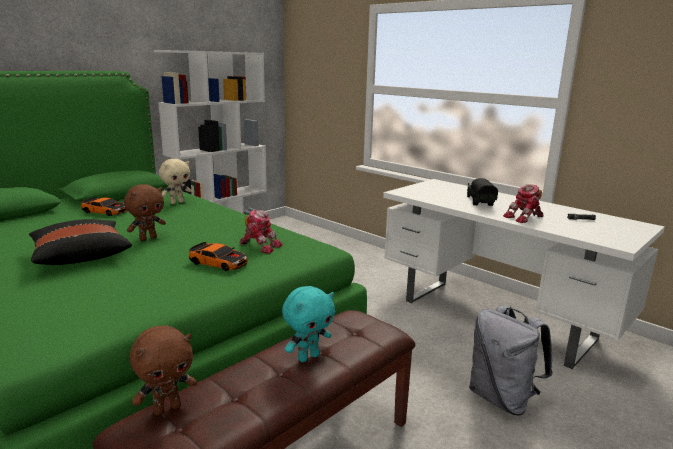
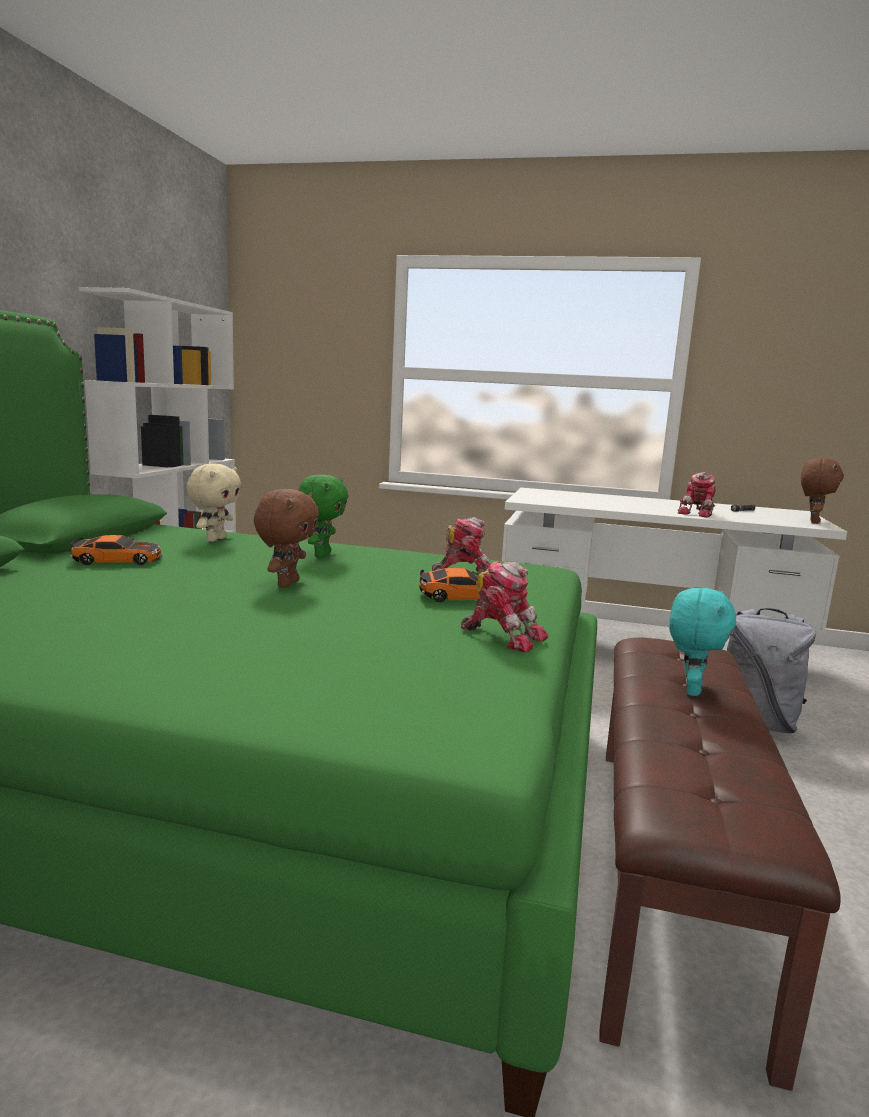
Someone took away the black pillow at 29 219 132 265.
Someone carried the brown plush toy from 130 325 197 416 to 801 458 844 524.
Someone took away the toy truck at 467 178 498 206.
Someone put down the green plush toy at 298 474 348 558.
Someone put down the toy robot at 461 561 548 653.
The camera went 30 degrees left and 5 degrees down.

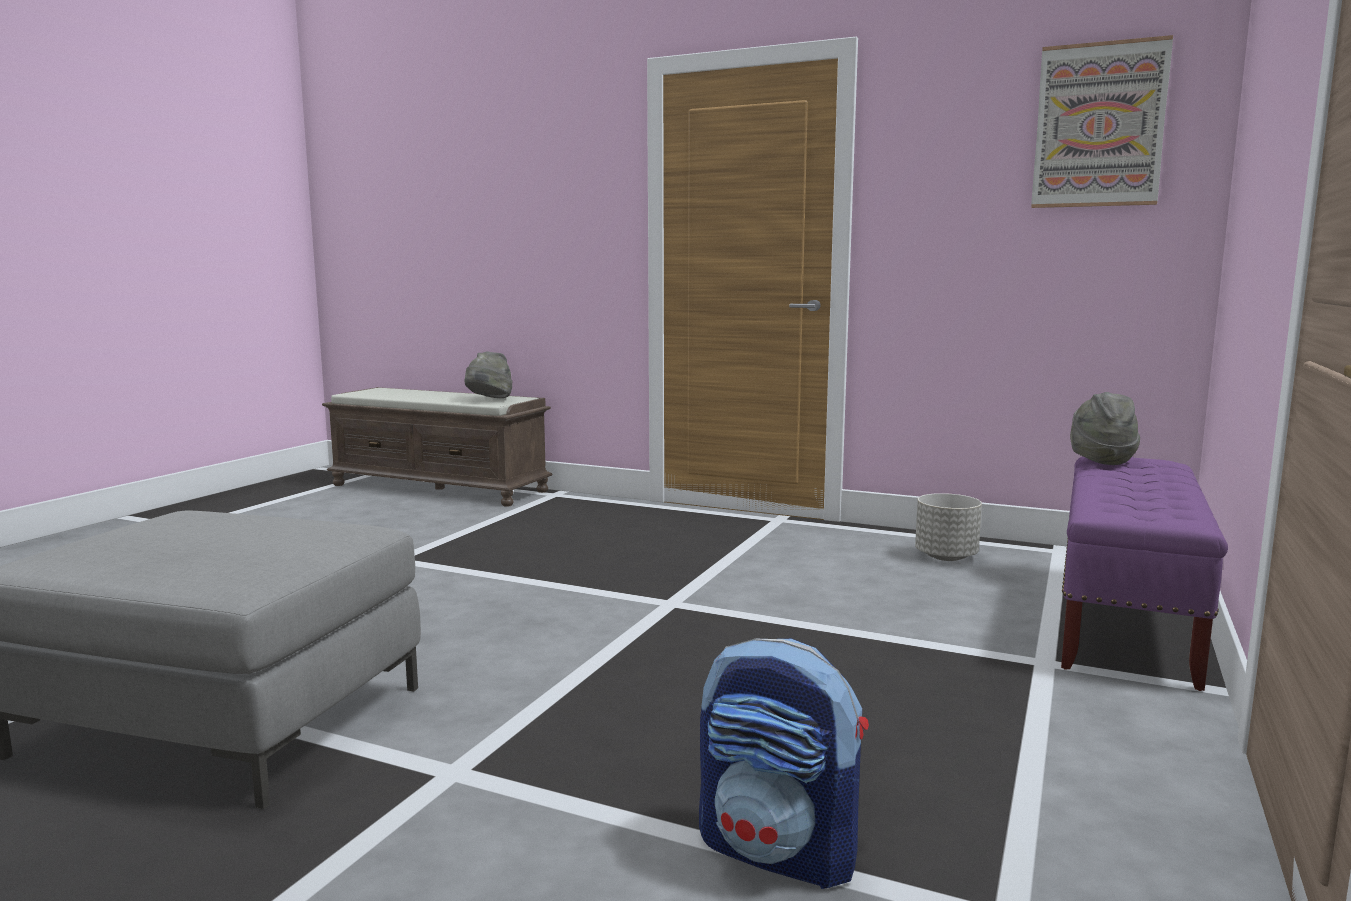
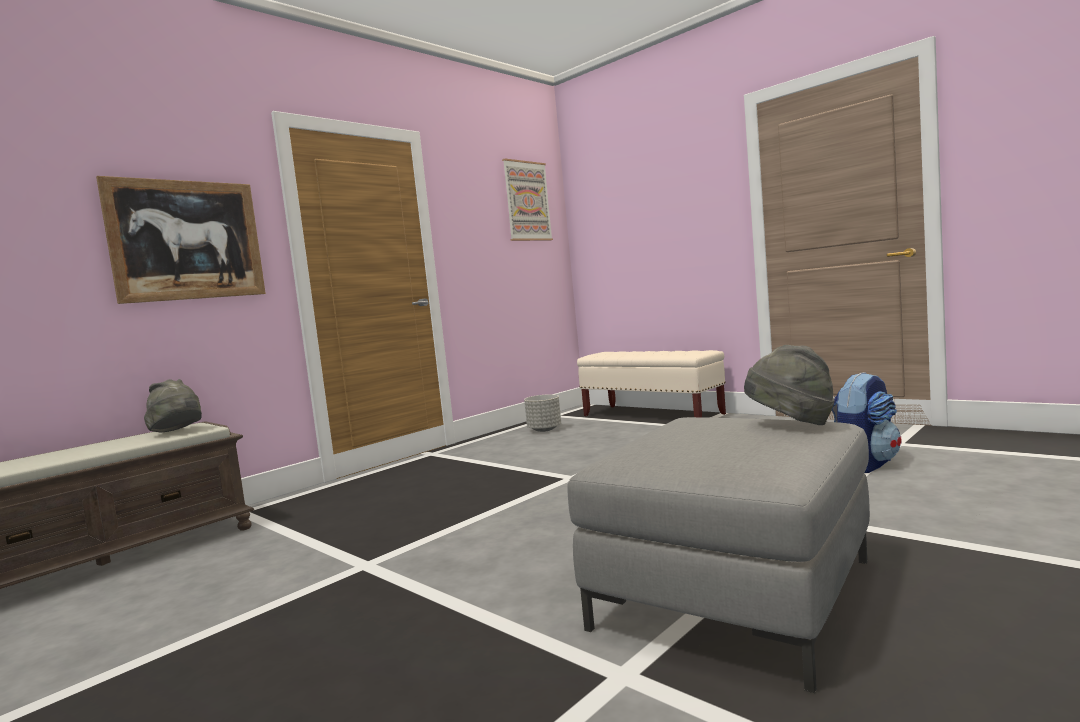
Someone repainted the purple bench at 1061 457 1228 691, which became the beige bench at 577 350 726 417.
Someone carried the grey hat from 1070 392 1140 465 to 744 345 835 425.
Someone put up the picture at 96 176 266 304.
The camera went 70 degrees left and 5 degrees down.

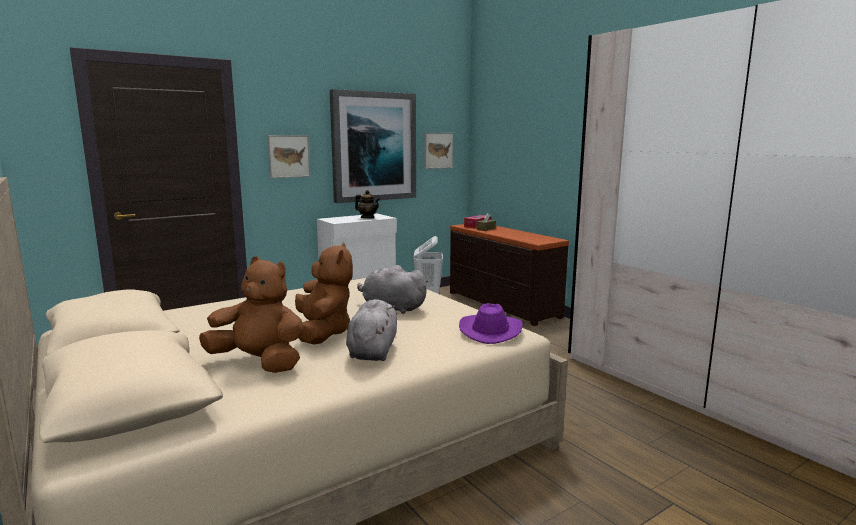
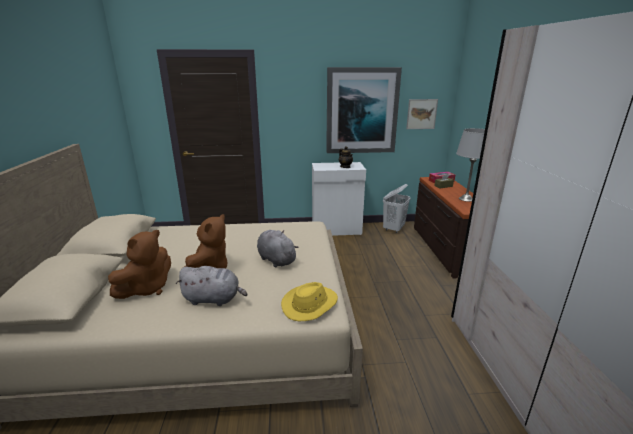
Someone rotated the brown plush toy at 199 256 303 373 by 75 degrees clockwise.
Someone took away the picture at 267 135 311 179.
Someone rotated the grey plush toy at 346 299 397 361 by 60 degrees clockwise.
Someone repainted the purple hat at 459 303 523 344, which became the yellow hat at 281 282 338 321.
Someone put down the grey table lamp at 456 128 485 202.
The camera went 30 degrees right and 10 degrees up.

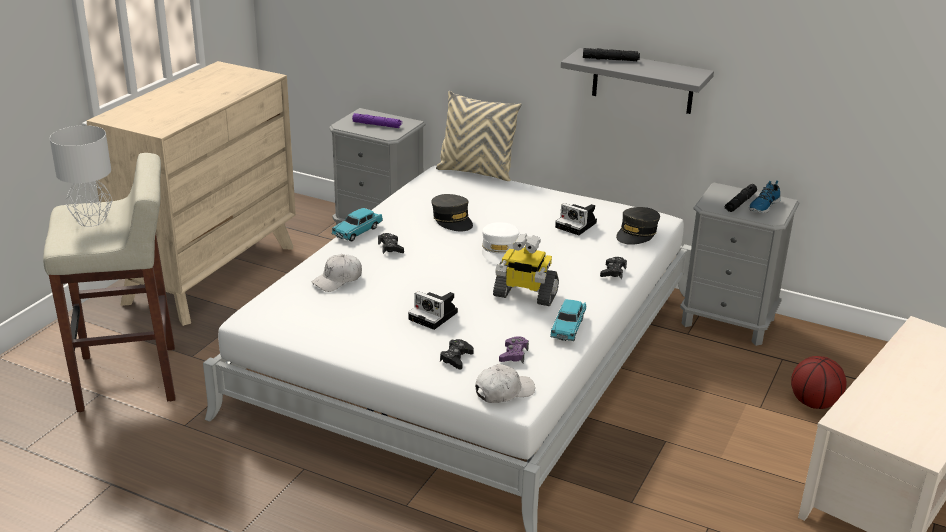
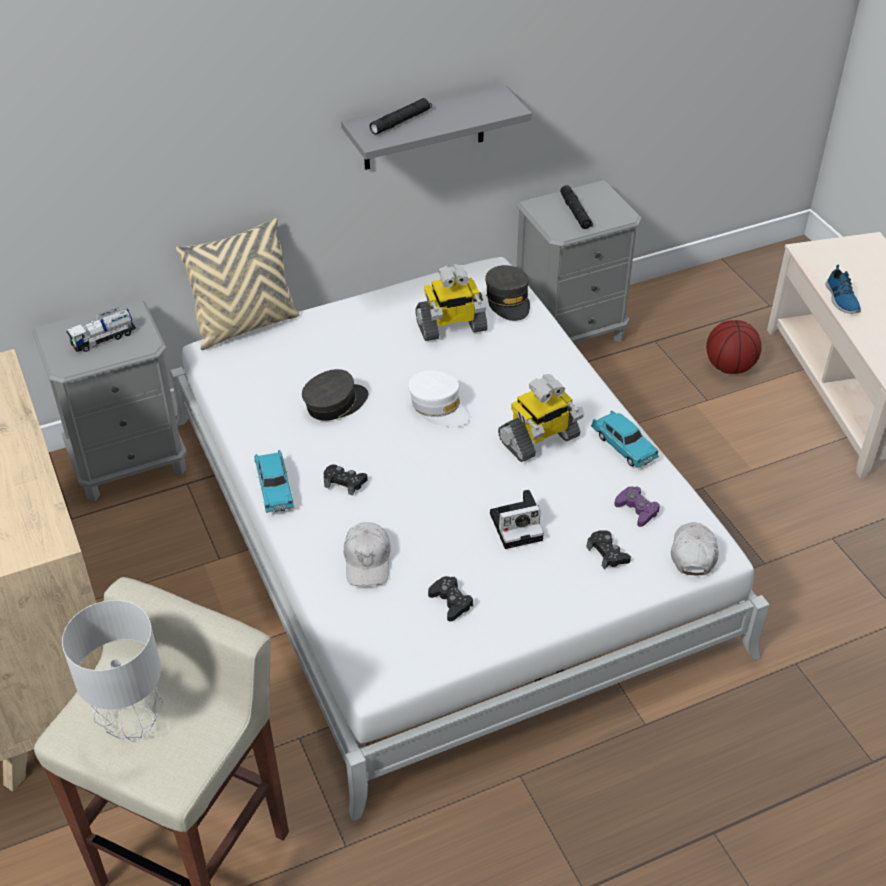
Someone swapped the purple flashlight at 352 113 402 128 for the toy truck at 66 307 136 352.
Someone rotated the grey cap at 432 194 473 232 by 45 degrees counterclockwise.
Someone swapped the photo camera at 555 203 597 235 for the toy robot at 416 264 488 341.
Someone carried the black game controller from 600 257 627 279 to 428 576 473 621.
Someone carried the shoe from 749 180 780 213 to 825 264 861 314.
The camera went 50 degrees left and 15 degrees up.

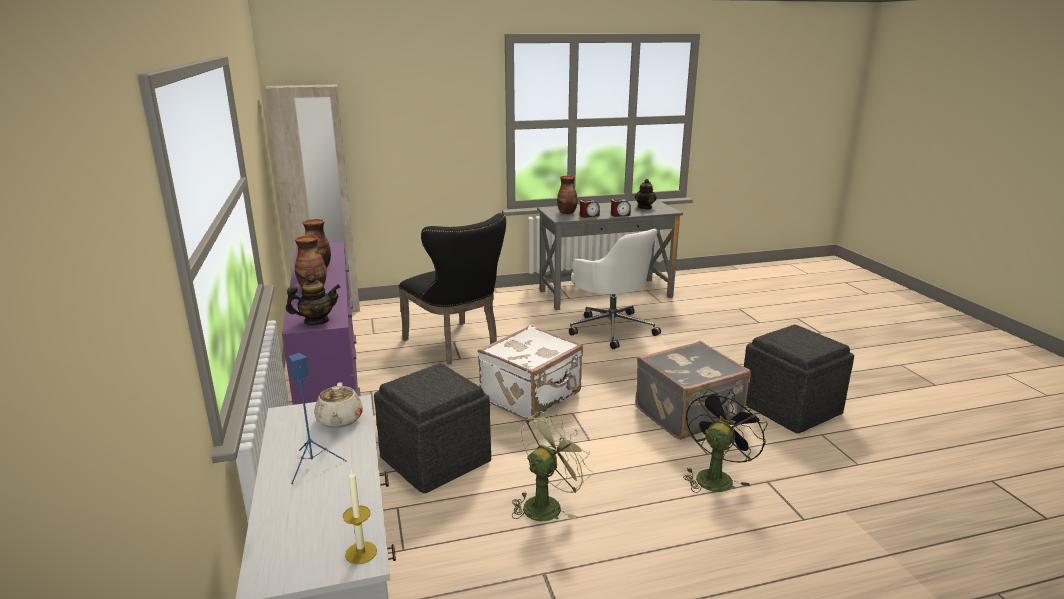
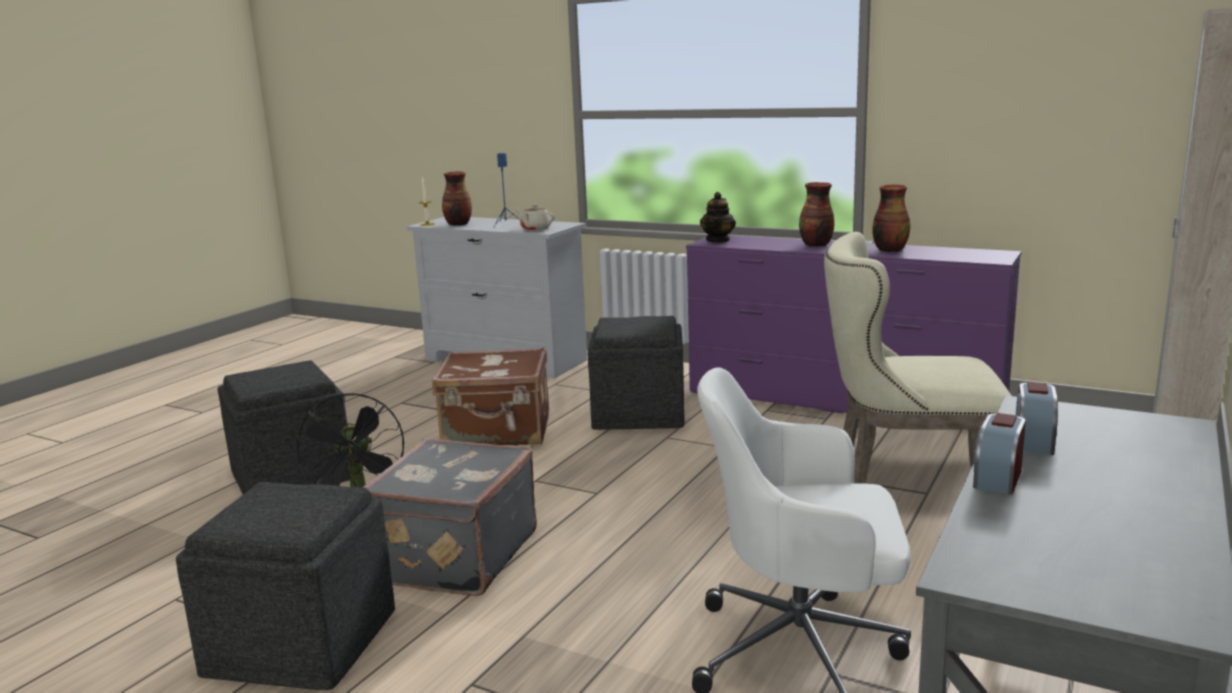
Someone repainted the black chair at 399 213 506 365, which became the beige chair at 824 232 1012 484.
Someone took away the white suitcase at 478 325 583 421.
Someone swapped the green fan at 512 411 592 521 for the brown suitcase at 432 347 549 445.
Someone carried the vase from 557 176 578 214 to 442 172 472 226.
Someone took away the teapot at 635 179 657 209.
Someone put down the grey ottoman at 218 360 350 494.
The camera went 135 degrees right and 5 degrees down.

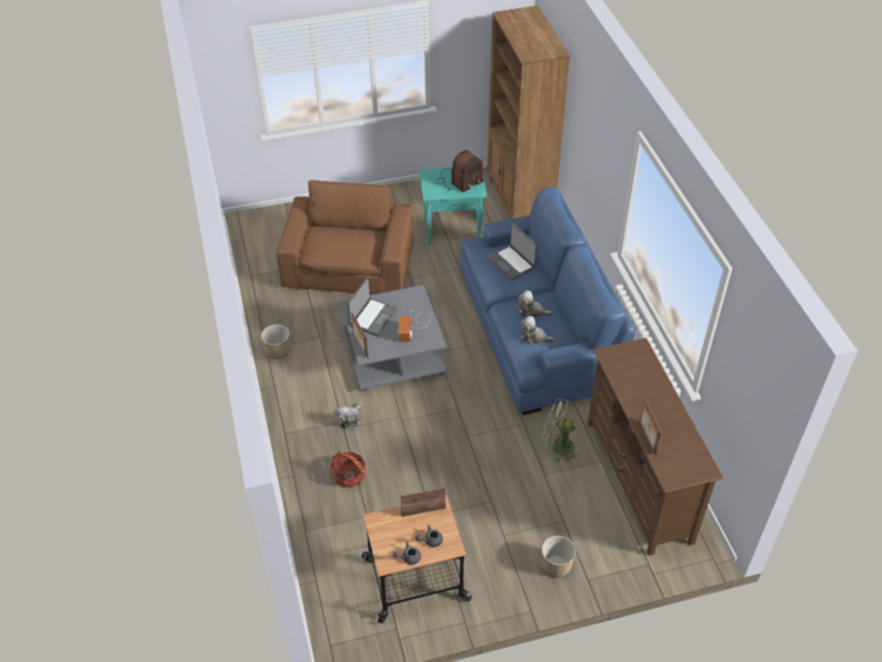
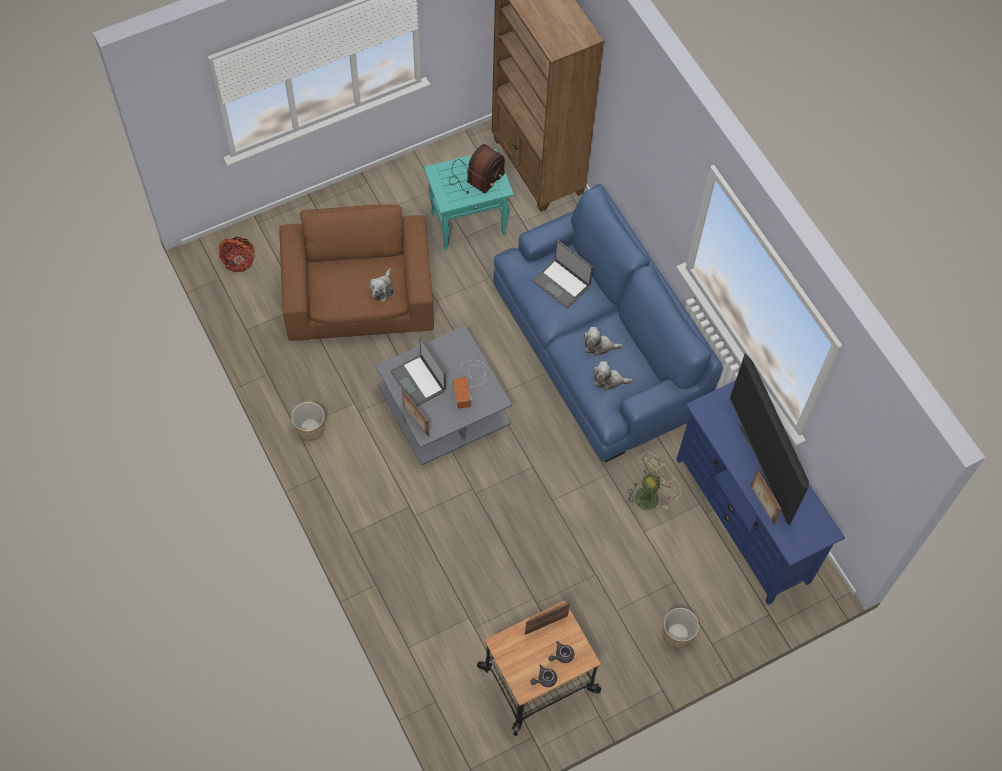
Someone carried the basket from 330 451 366 488 to 219 237 254 272.
Someone carried the plush toy from 337 402 362 431 to 370 268 394 302.
Someone rotated the laptop at 347 277 397 336 by 135 degrees clockwise.
Someone rotated the green fan at 541 398 580 462 by 135 degrees clockwise.
Someone repainted the brown tv stand at 587 338 724 556, which became the blue tv stand at 676 380 845 605.
Someone put down the television at 730 354 809 525.
The camera went 15 degrees left and 15 degrees up.

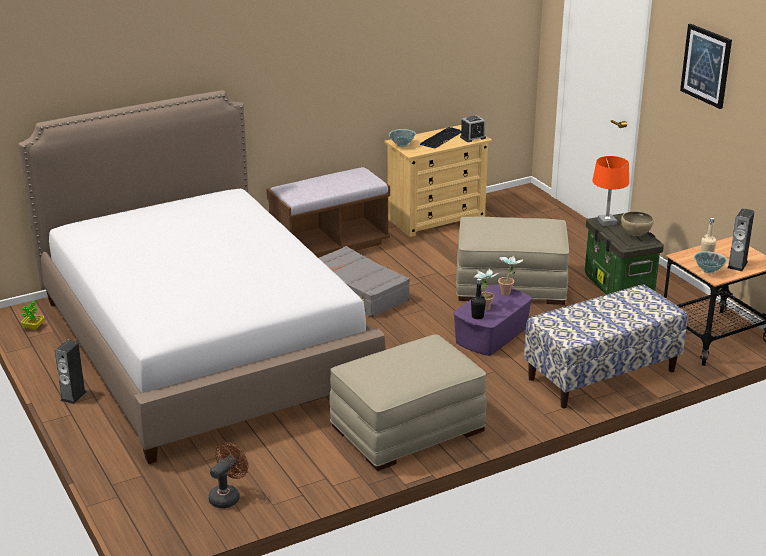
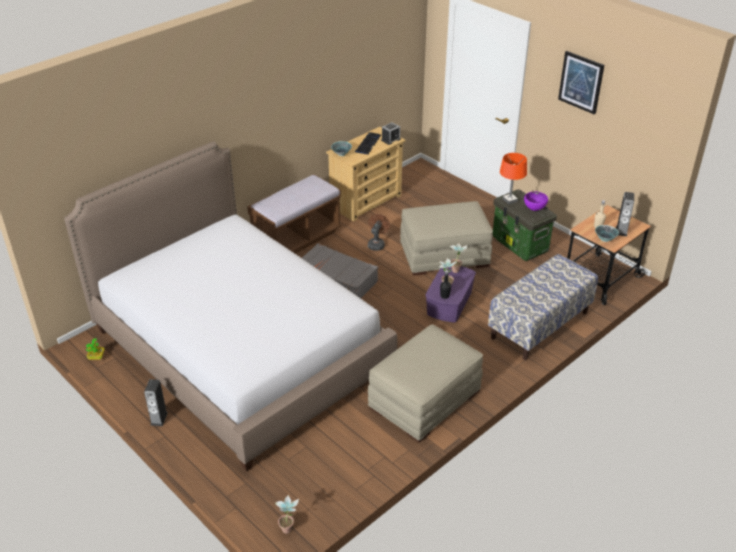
Someone carried the brown fan from 208 442 248 508 to 368 214 390 251.
Someone repainted the brown bowl at 621 211 654 236, which became the purple bowl at 524 192 548 211.
Someone put down the potted plant at 275 495 299 534.
The camera went 15 degrees left and 10 degrees up.

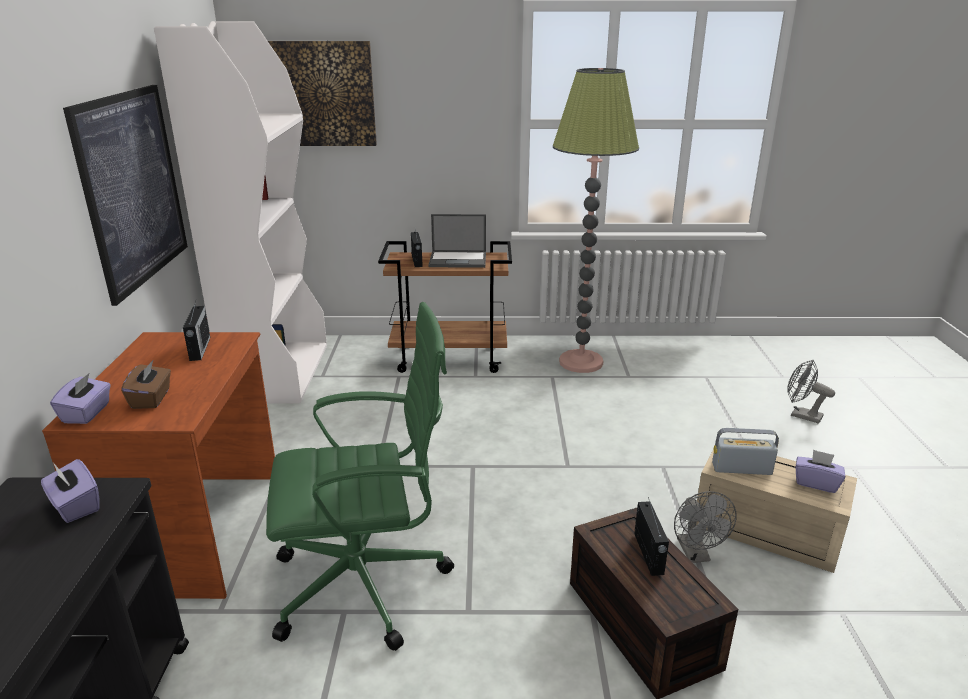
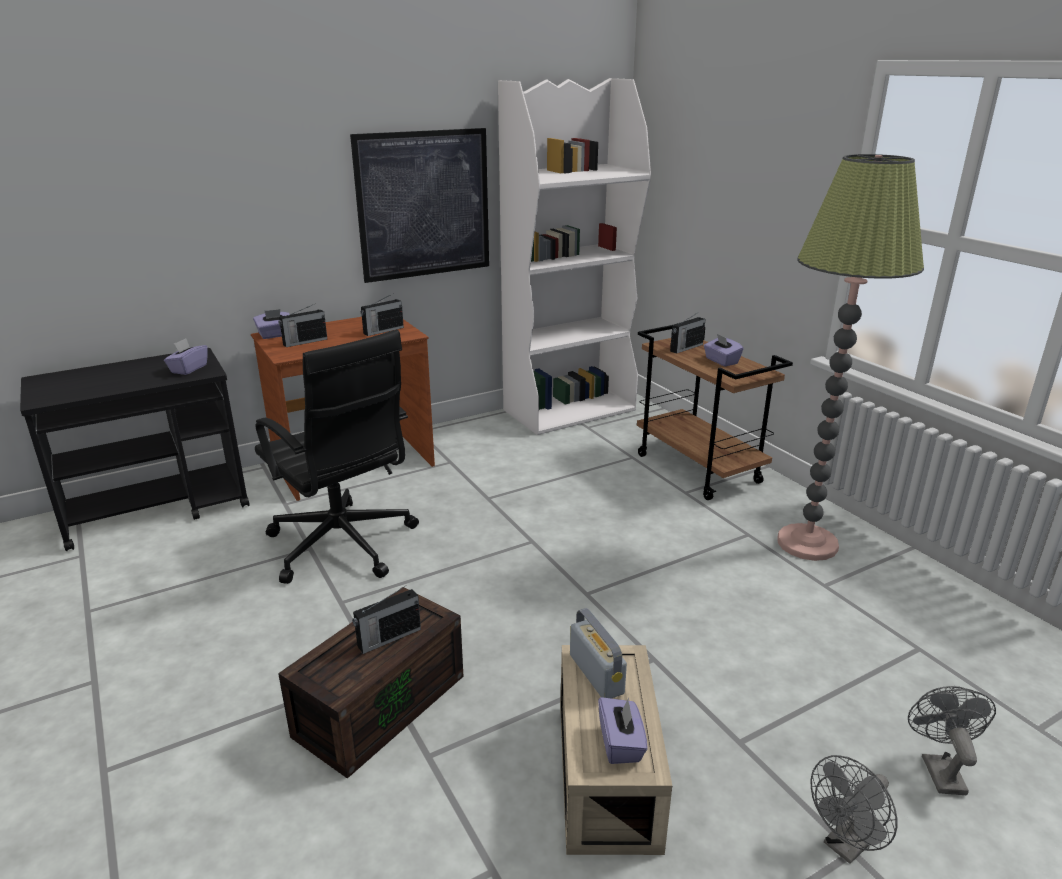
Someone swapped the brown tissue box at 121 359 171 409 for the radio at 278 304 327 347.
Someone repainted the green office chair at 266 302 454 651, which became the black office chair at 255 330 419 584.
Someone took away the picture at 268 41 377 146.
Someone swapped the laptop at 429 214 486 268 for the purple tissue box at 704 334 744 367.
Someone carried the grey fan from 674 491 737 563 to 811 755 897 864.
The camera went 60 degrees right and 0 degrees up.

